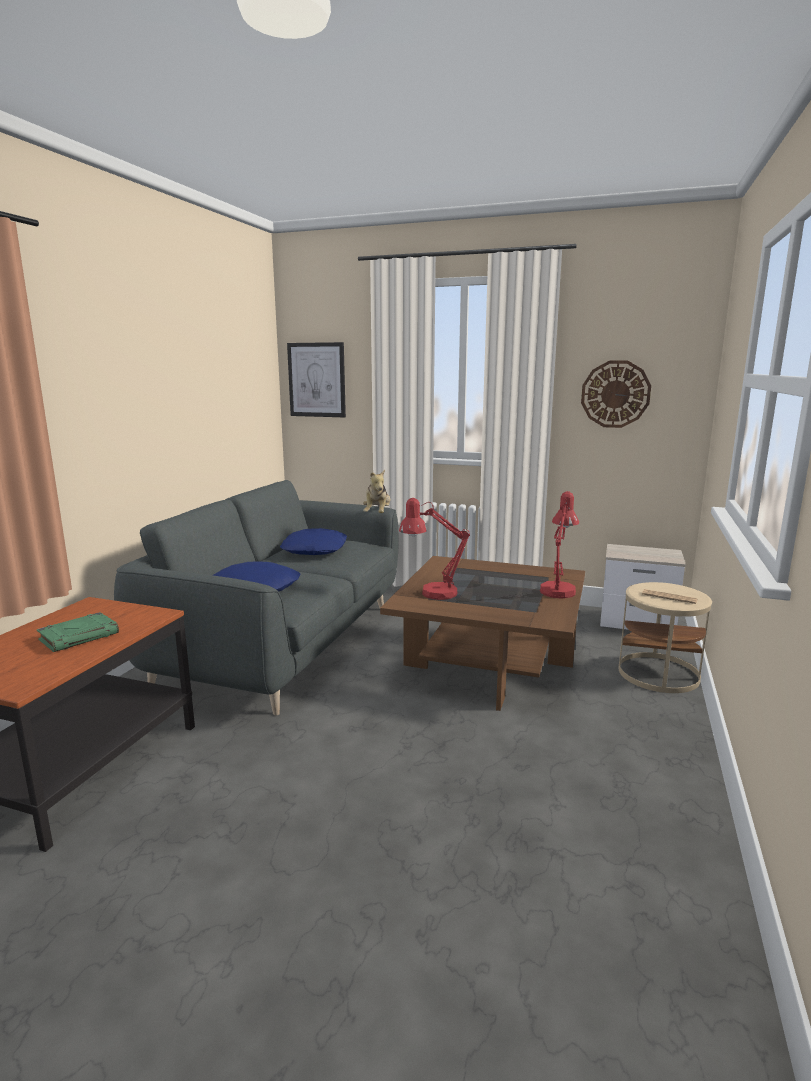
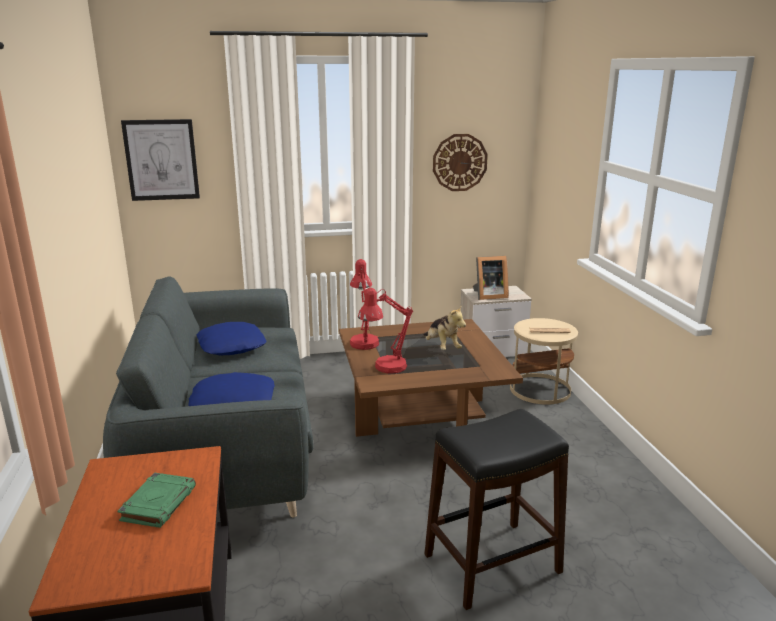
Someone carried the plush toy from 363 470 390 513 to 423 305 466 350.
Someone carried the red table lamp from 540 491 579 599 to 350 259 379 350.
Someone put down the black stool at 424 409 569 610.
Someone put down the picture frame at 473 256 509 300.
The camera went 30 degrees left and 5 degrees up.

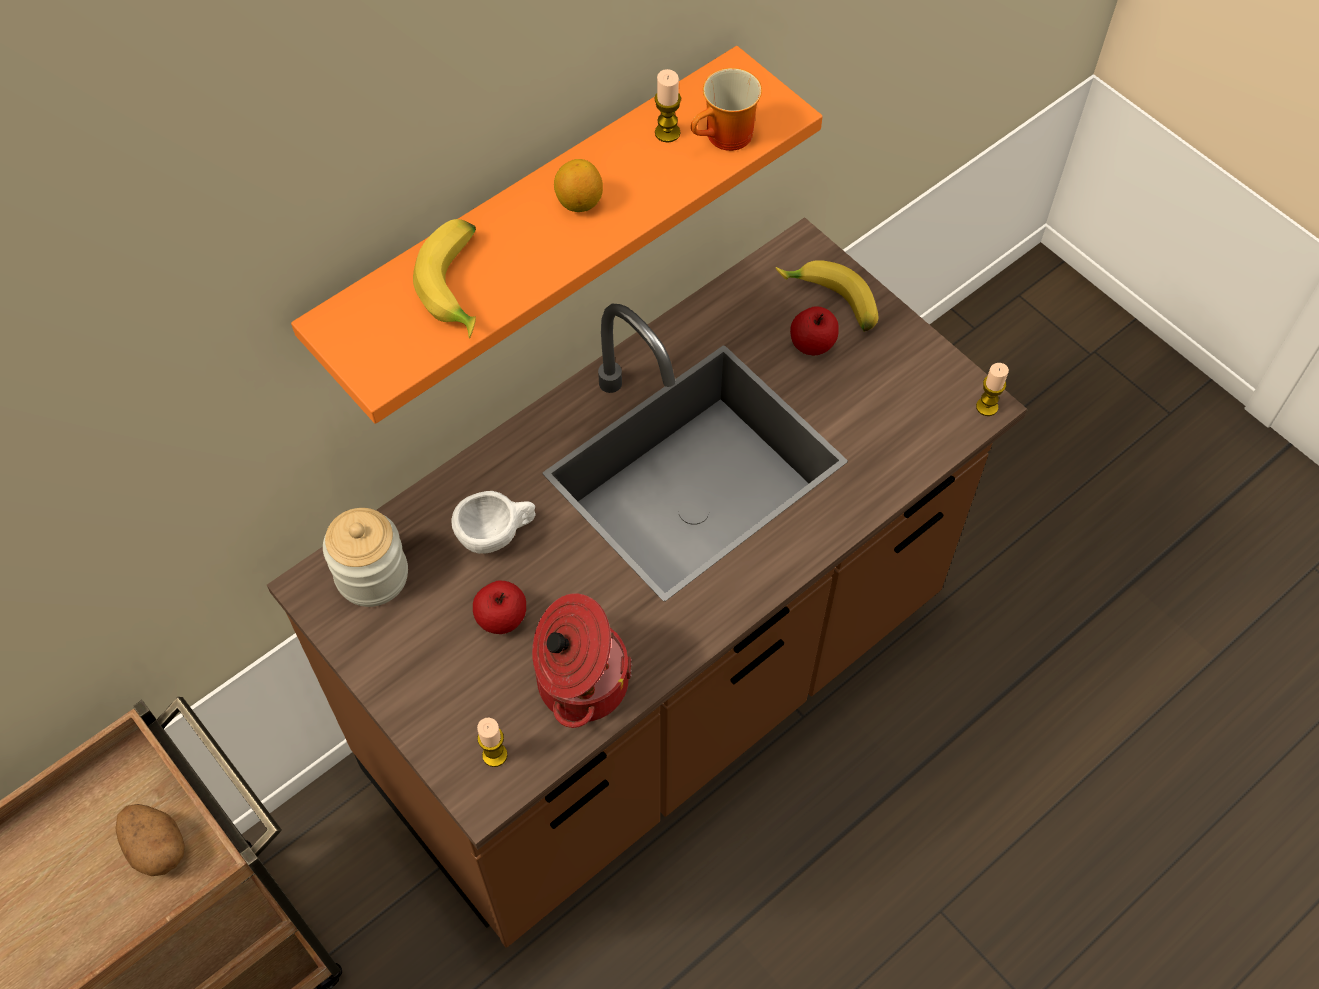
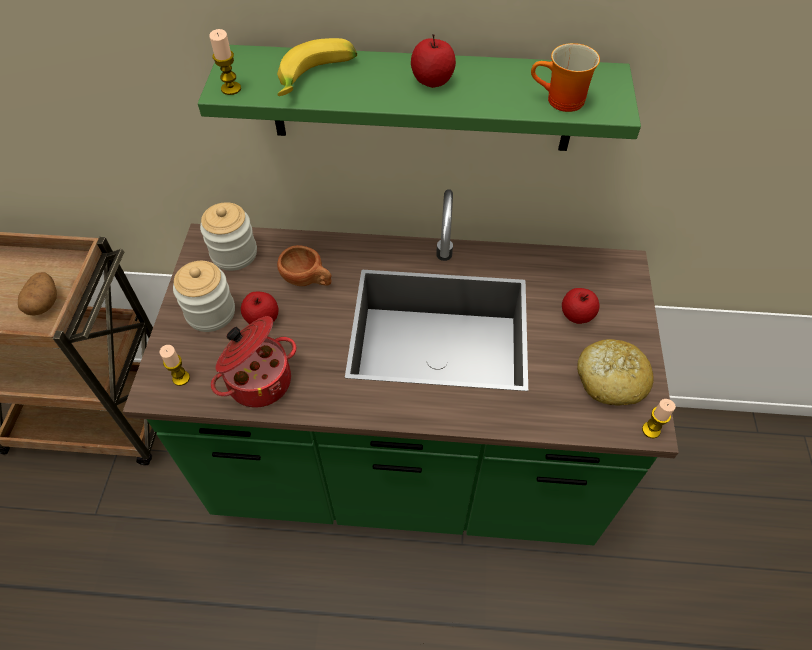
Someone repainted the brown counter at 267 217 1027 948, which became the green counter at 123 189 679 545.
Someone repainted the orange shelf at 291 46 823 424, which became the green shelf at 198 45 641 151.
Someone repainted the white cup at 452 491 536 554, which became the brown cup at 277 245 331 286.
Someone swapped the lemon at 554 159 603 212 for the apple at 411 34 456 88.
Someone carried the candle from 654 69 681 143 to 209 29 241 95.
Someone took away the banana at 776 260 878 332.
Someone put down the jar at 173 261 235 332.
Someone put down the bread at 577 339 654 406.
The camera went 45 degrees right and 5 degrees down.

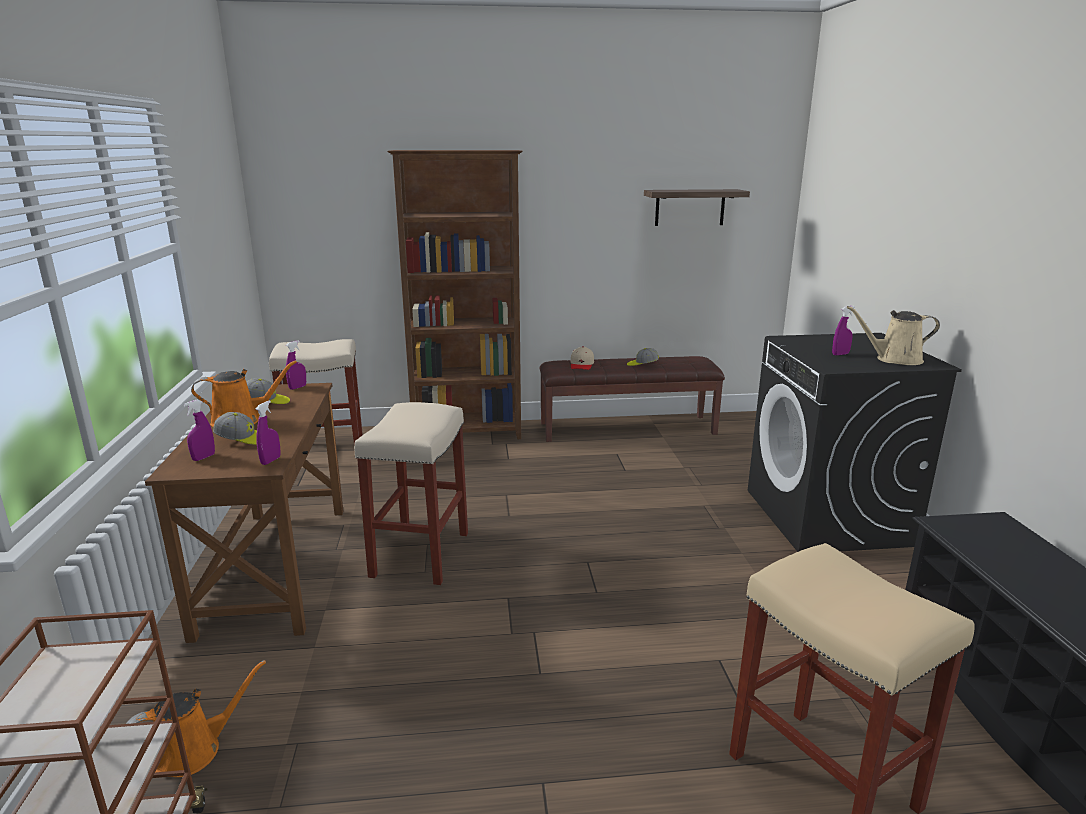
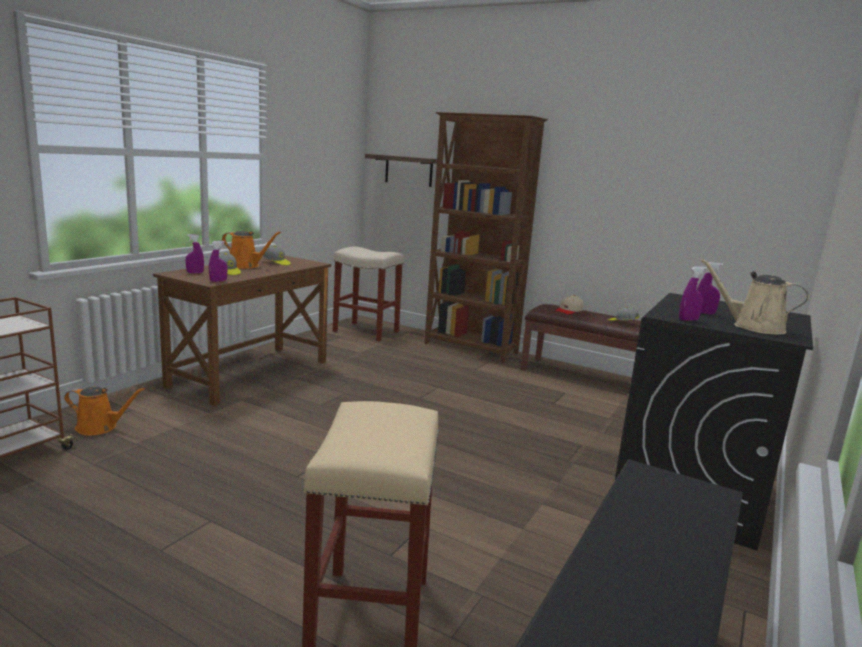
Someone carried the purple spray bottle from 286 340 306 390 to 679 267 707 321.
Someone took away the beige stool at 354 402 468 585.
Someone carried the shelf from 644 189 750 226 to 365 154 437 187.
The camera went 35 degrees right and 5 degrees down.

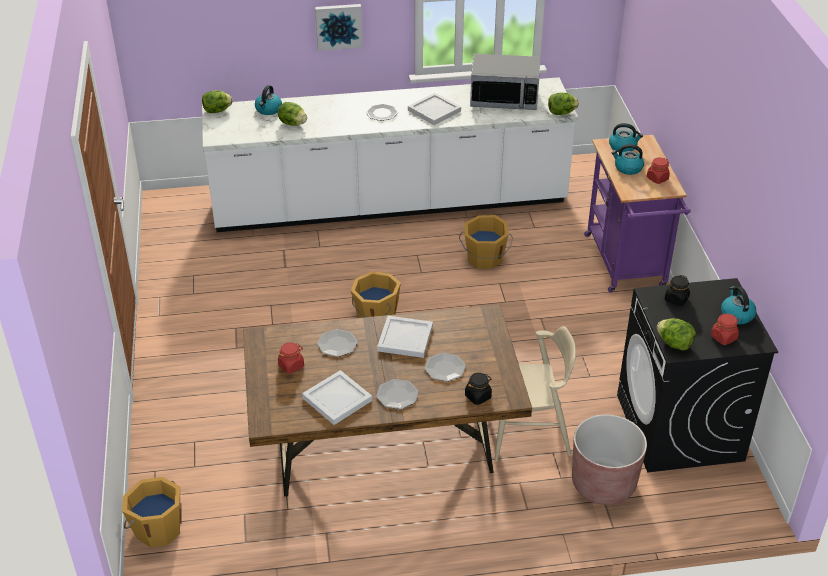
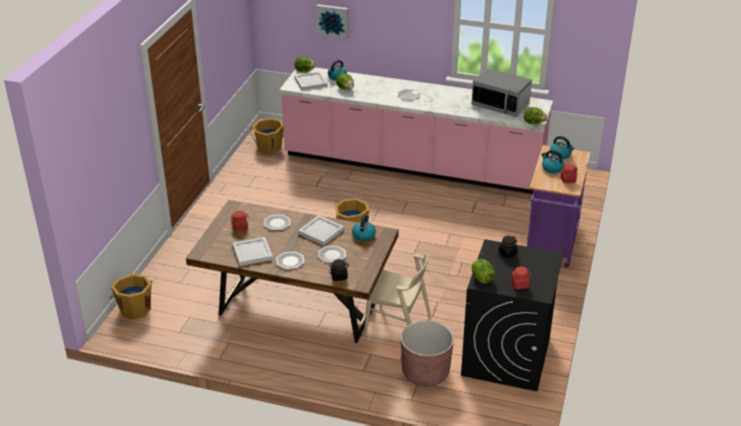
Someone repainted the white counter at 202 77 578 232, which became the pink counter at 279 67 553 194.
Someone carried the picture from 315 4 363 51 to 316 4 349 39.
Someone carried the white tray from 408 93 461 125 to 294 71 328 91.
Someone carried the orange bucket from 459 215 513 269 to 251 118 284 154.
Someone carried the kettle from 721 287 756 324 to 352 215 376 241.
The camera went 25 degrees right and 5 degrees down.

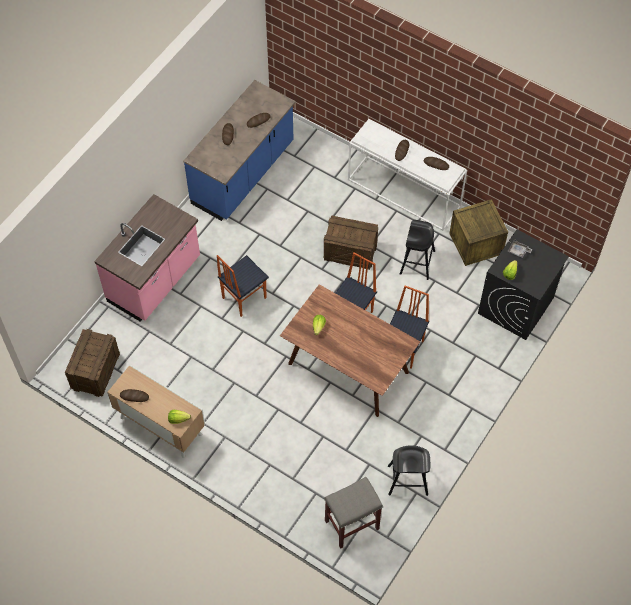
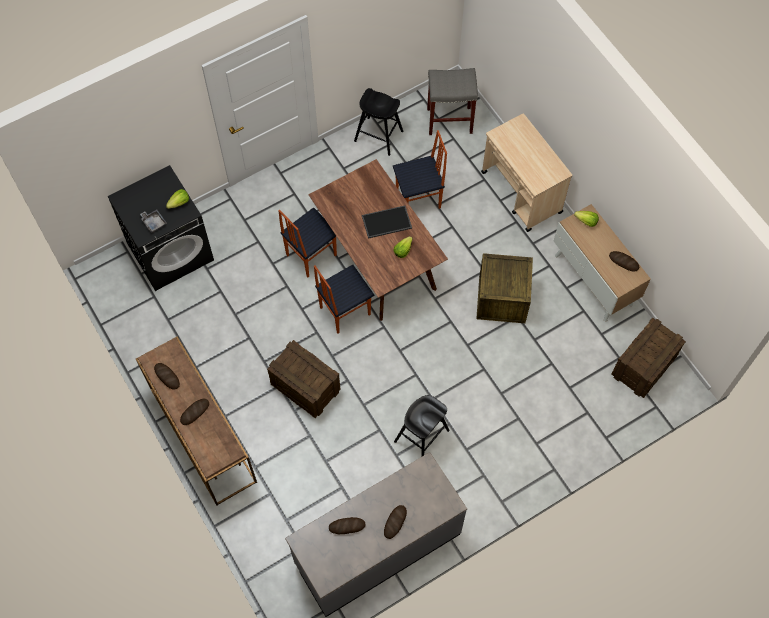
Someone took away the pink counter at 94 194 200 321.
Someone repainted the blue counter at 184 80 296 221, which became the grey counter at 285 452 467 617.
Someone carried the chair from 217 255 269 317 to 393 130 447 209.
Someone repainted the white console table at 348 119 467 231, which became the brown console table at 136 336 257 506.
Someone carried the black stool from 400 220 435 280 to 394 395 450 457.
Someone carried the crate from 449 199 508 266 to 476 253 533 323.
Someone put down the tray at 362 205 412 239.
Someone put down the beige cart at 481 113 572 232.
The camera went 155 degrees left and 5 degrees up.

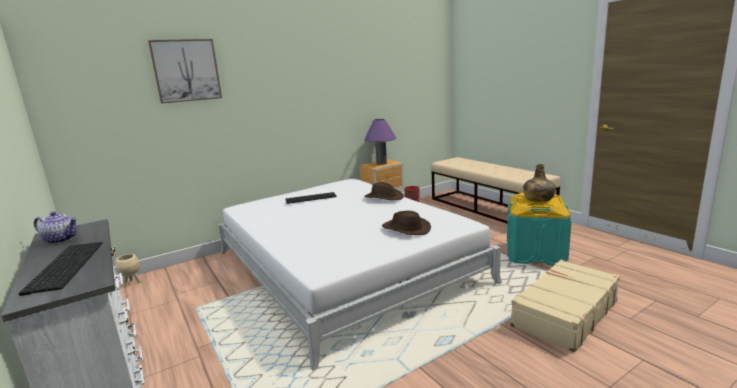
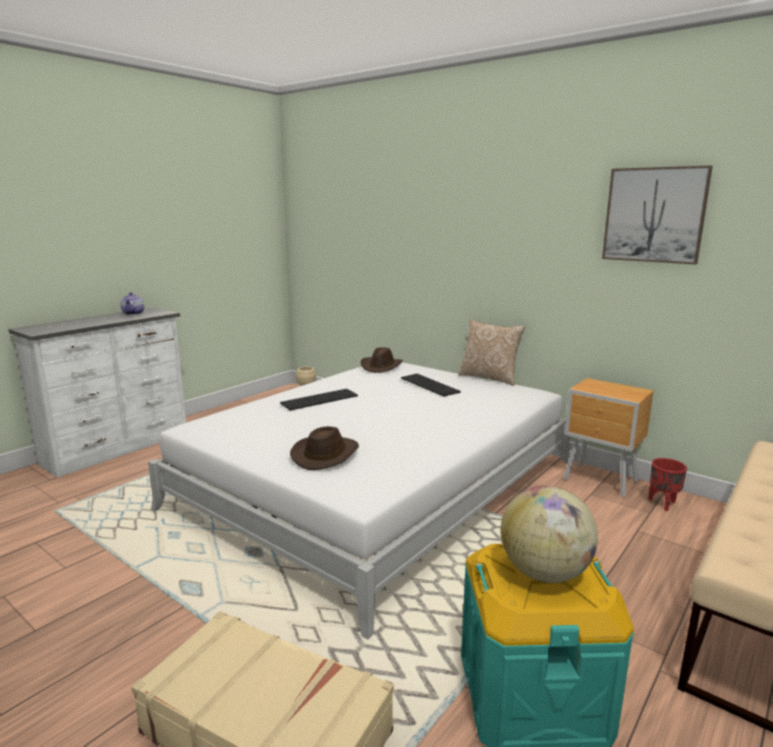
Someone carried the keyboard from 18 242 103 296 to 280 389 358 410.
Someone carried the picture from 148 39 222 104 to 602 165 713 265.
Someone took away the purple table lamp at 364 119 396 165.
Someone carried the brown hat from 364 182 404 200 to 361 347 403 373.
Someone swapped the green bottle at 523 164 556 202 for the globe at 501 485 598 583.
Someone put down the pillow at 458 319 526 386.
The camera went 70 degrees right and 0 degrees up.

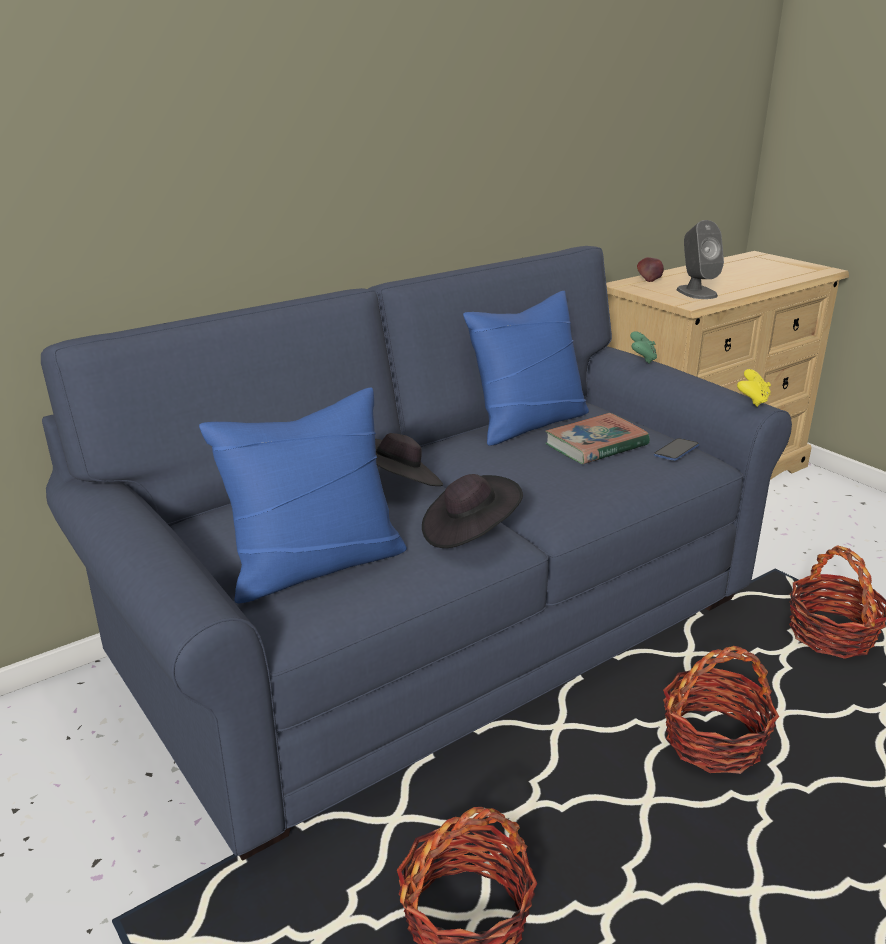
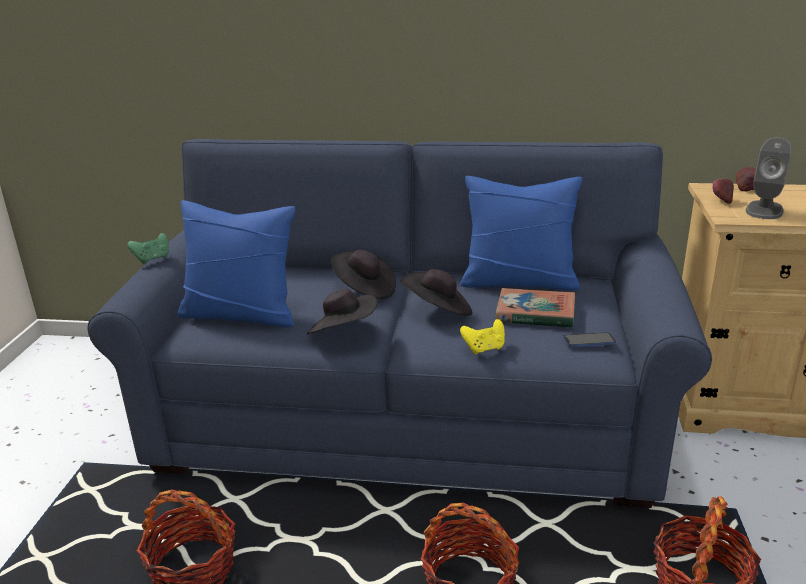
Someone carried the green game controller from 630 331 657 364 to 127 233 169 264.
Someone carried the yellow game controller from 737 369 771 407 to 460 319 505 354.
Someone put down the black hat at 400 269 472 316.
Someone put down the apple at 713 179 734 204.
The camera went 45 degrees right and 0 degrees up.

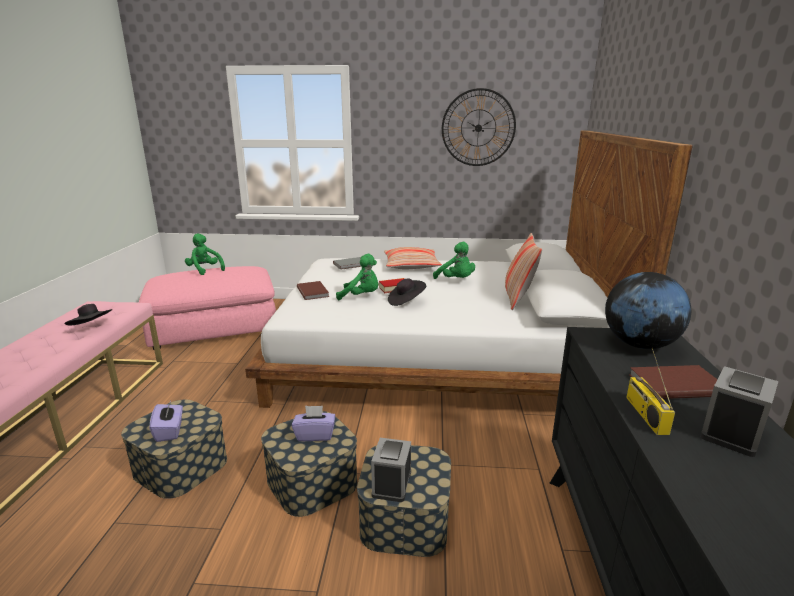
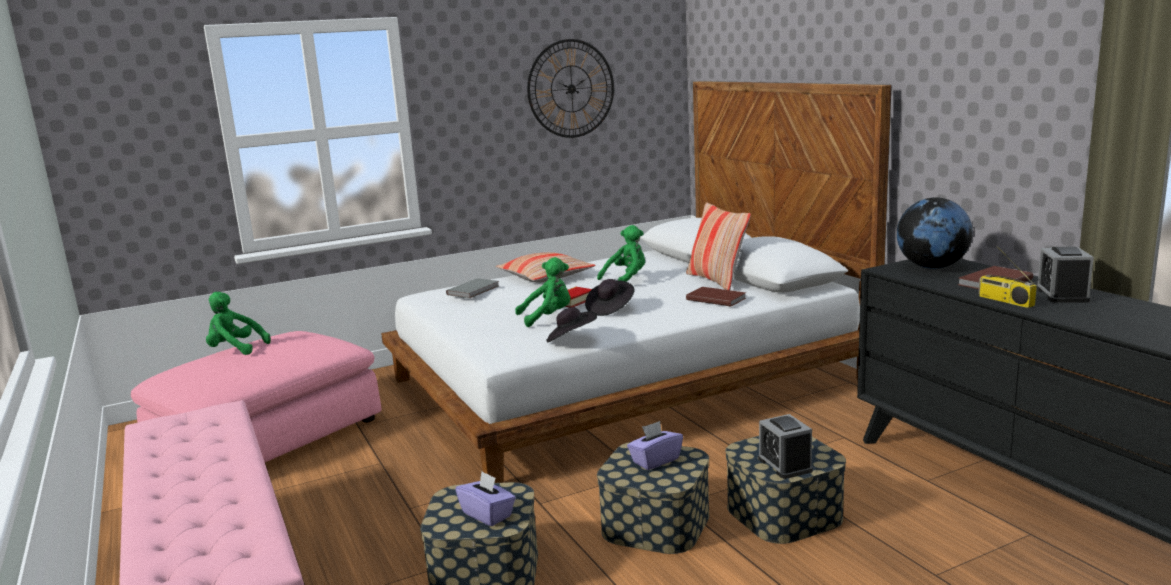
Someone carried the black hat from 64 304 112 325 to 546 307 597 342.
Someone carried the brown book from 297 281 329 300 to 686 287 746 307.
Someone rotated the green plush toy at 433 242 475 279 by 60 degrees counterclockwise.
The camera went 30 degrees left and 5 degrees down.

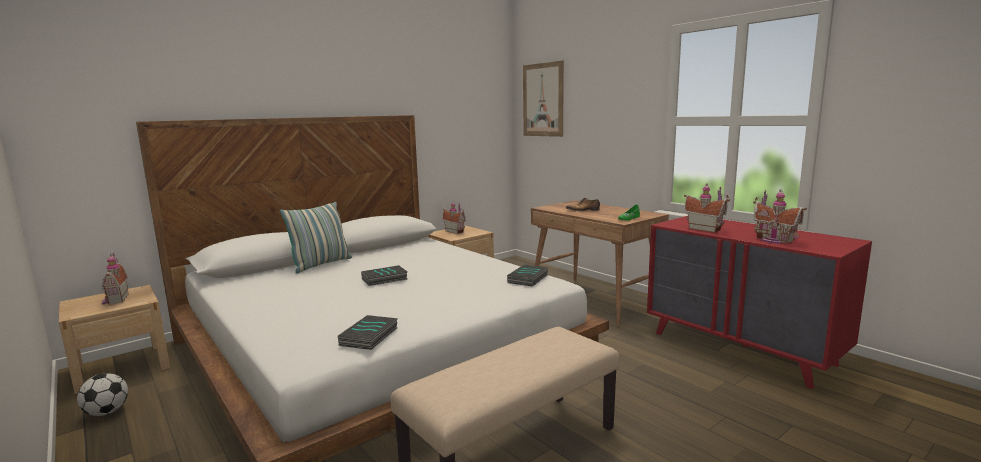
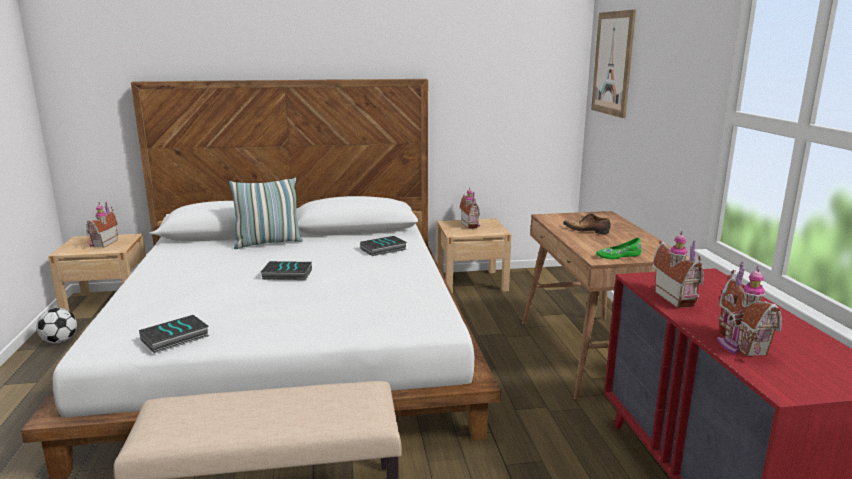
Someone carried the book from 507 264 549 286 to 360 236 407 256.
The camera went 30 degrees right and 5 degrees up.

